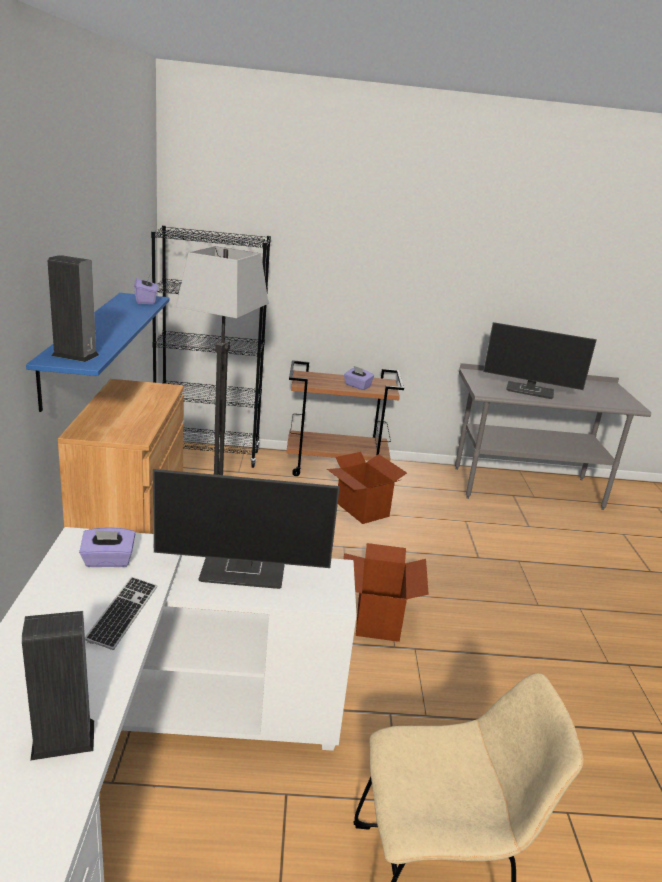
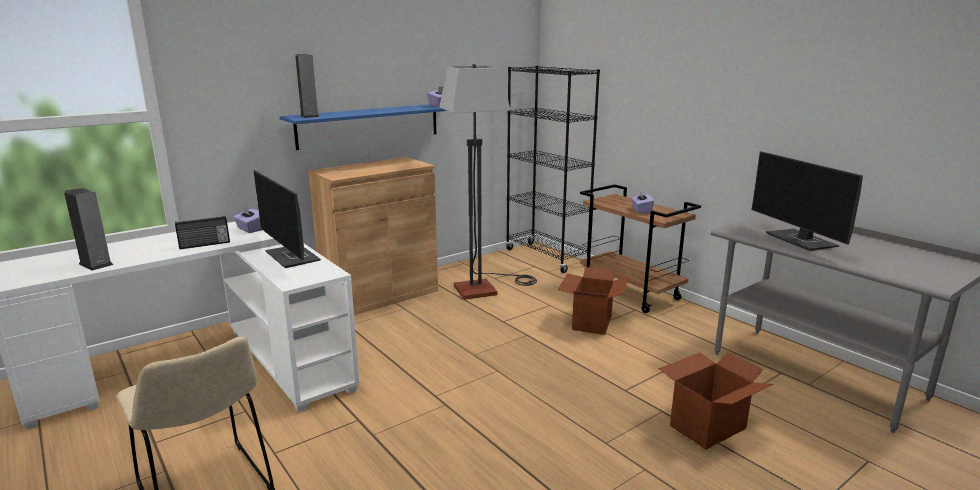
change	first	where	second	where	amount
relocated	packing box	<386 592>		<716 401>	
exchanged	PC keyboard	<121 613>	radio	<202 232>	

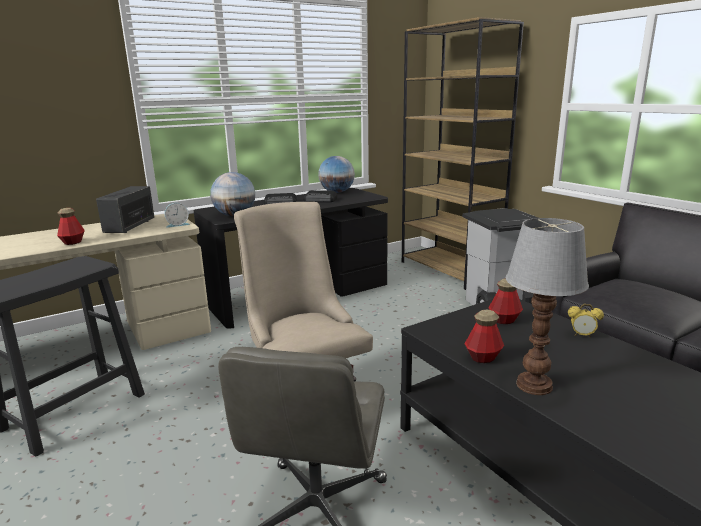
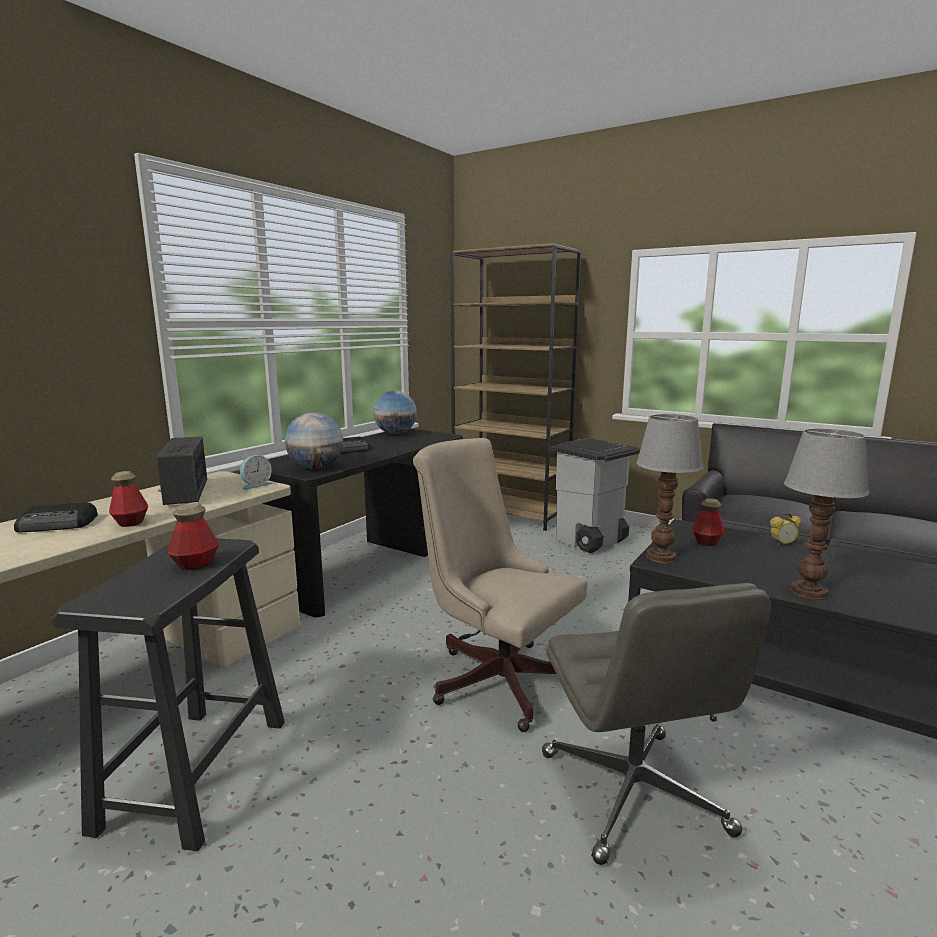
change	first	where	second	where	amount
appeared			lamp for a table	<670 488>	
relocated	radio	<320 196>		<56 517>	
relocated	bottle	<484 336>		<193 536>	

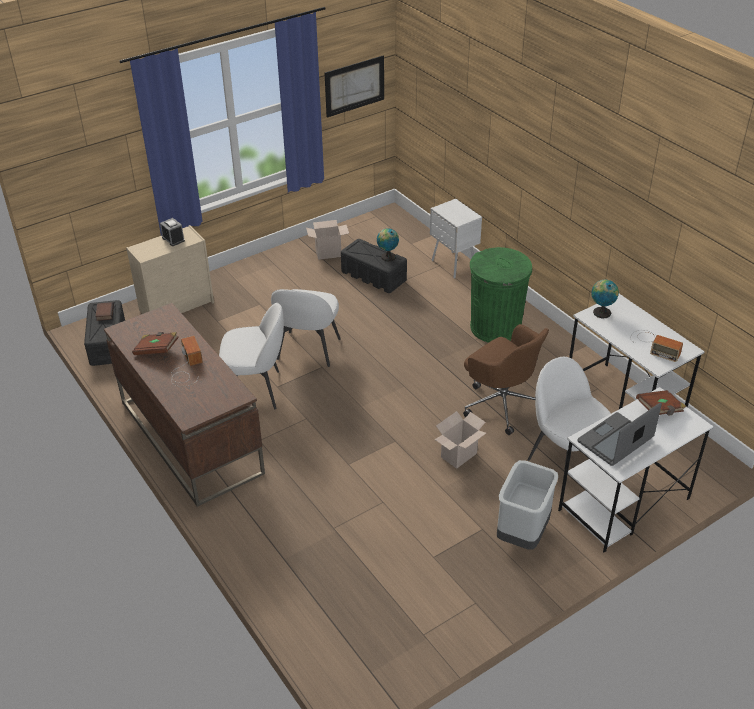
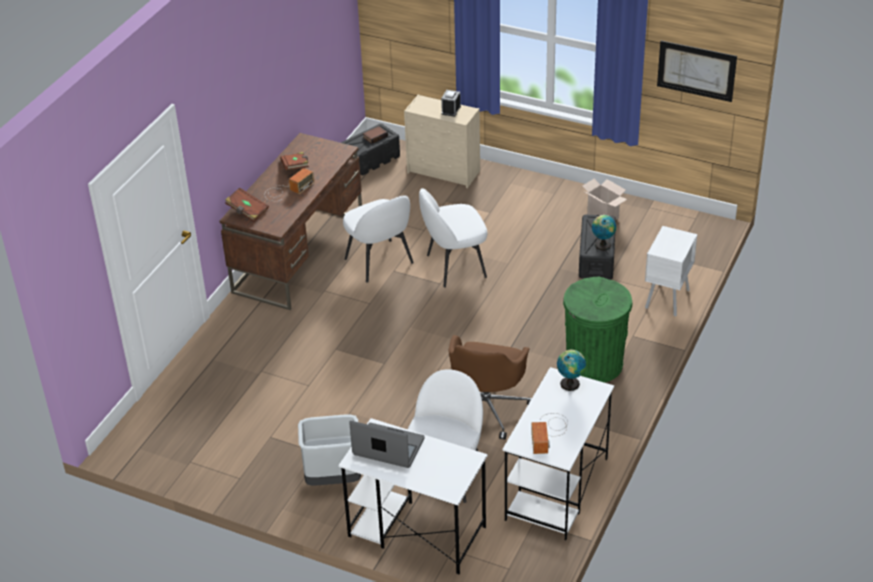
change	first	where	second	where	amount
missing	packing box	<460 440>			
relocated	bound book/brownish	<661 403>		<247 204>	

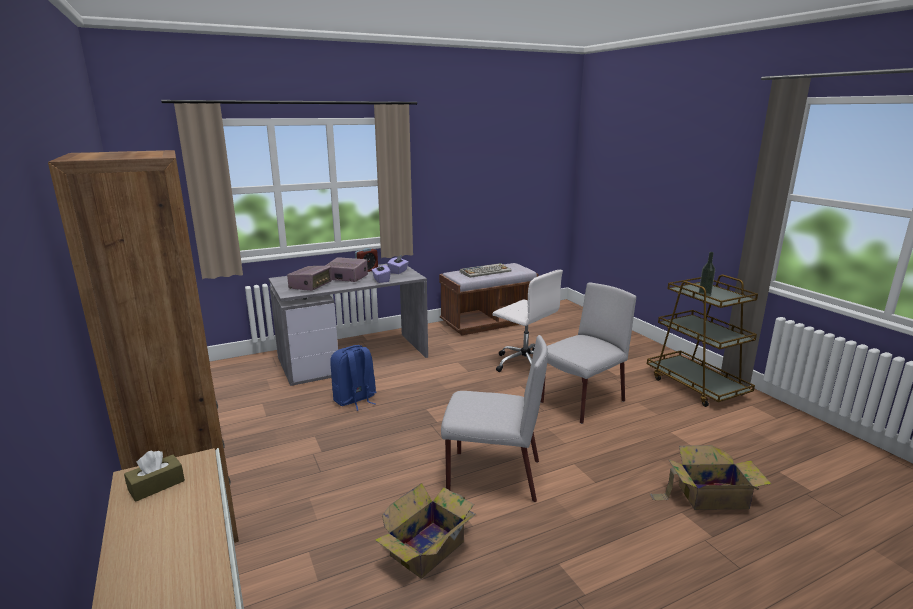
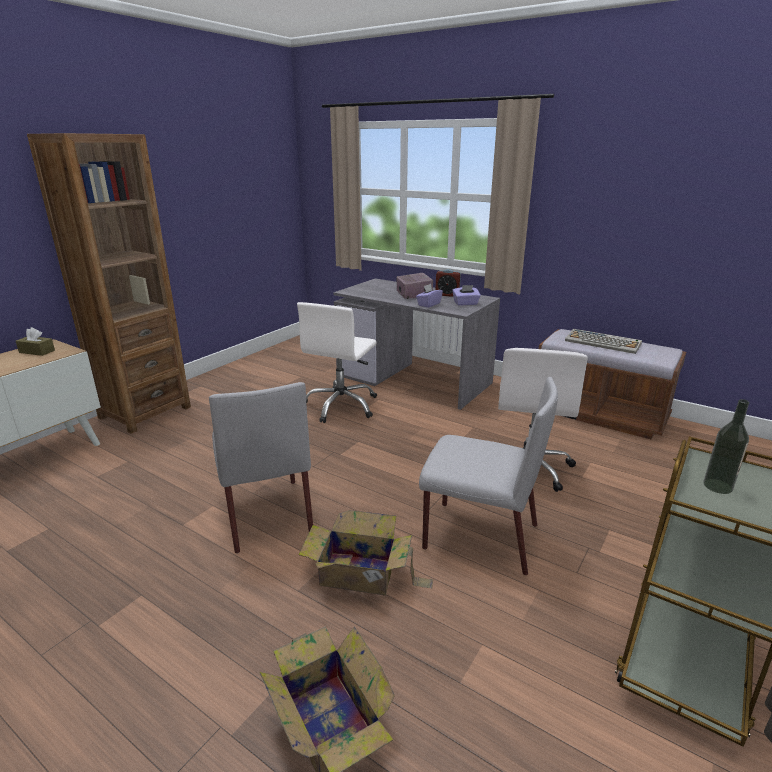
change	first	where	second	where	amount
missing	radio	<309 278>			
relocated	packing box	<425 531>		<365 552>	
exchanged	backpack/bluish	<353 378>	desk chair/whitish	<337 362>	

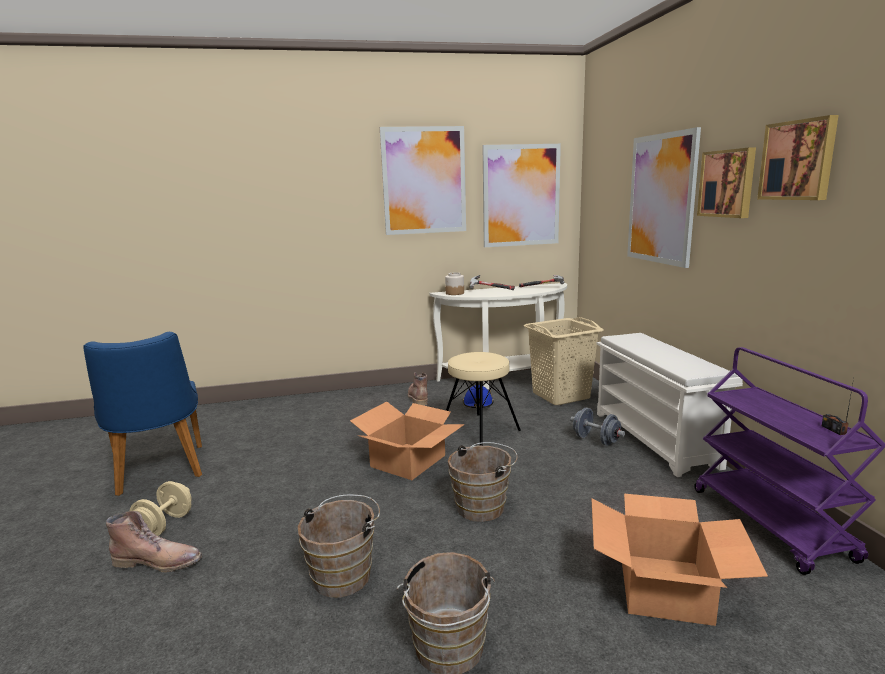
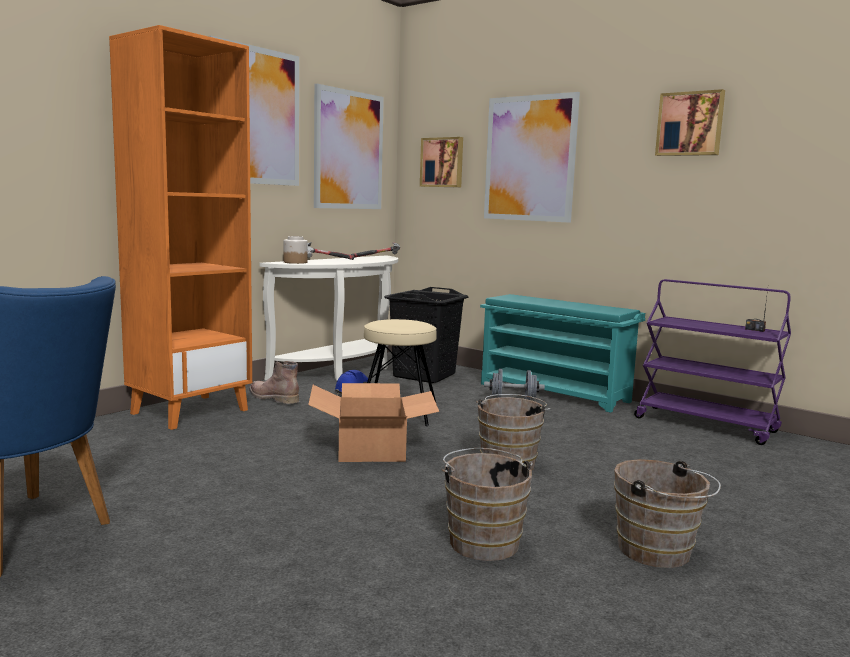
change	first	where	second	where	amount
missing	high-top boot/brownish	<154 542>			
missing	free weight/beige	<161 508>			
missing	packing box	<680 560>			
appeared			bookcase/orange	<180 227>	
relocated	picture	<726 182>		<441 162>	
colour	hamper/beige	<564 361>	hamper/blackish	<426 335>	
colour	shoe stand/whitish	<669 405>	shoe stand/turquoise-coloured	<562 353>	

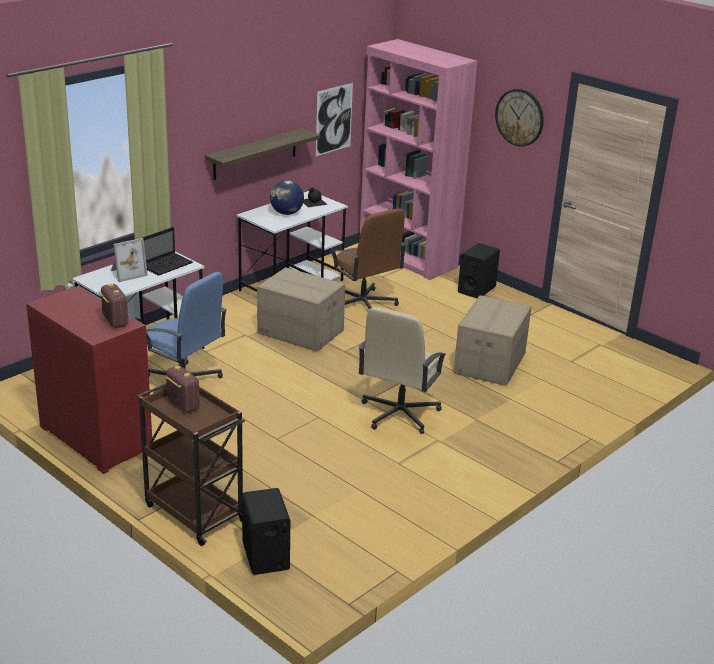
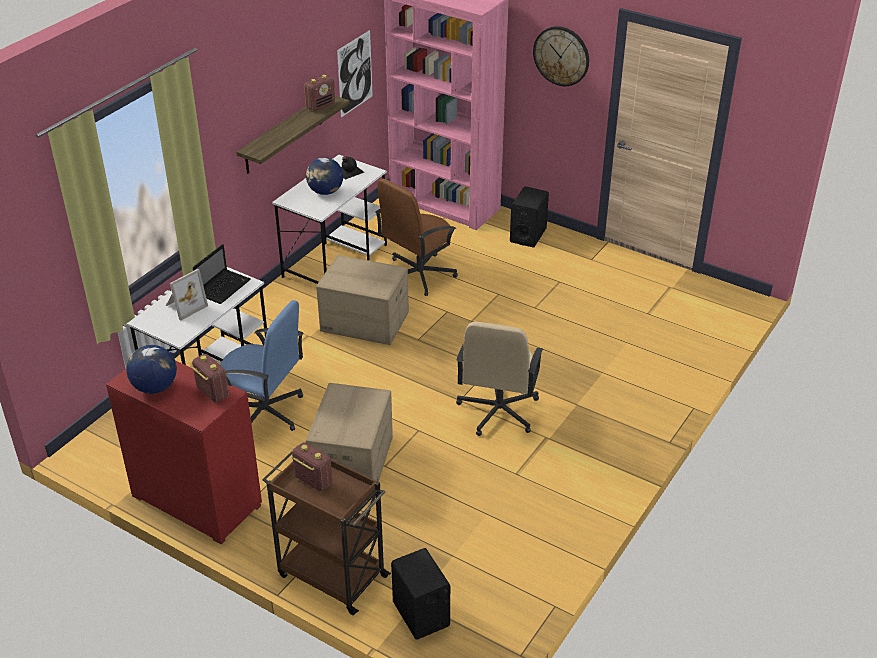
change	first	where	second	where	amount
appeared			desk globe	<151 369>	
appeared			radio	<319 93>	
relocated	packing box	<492 340>		<349 432>	
spun	desk chair/brownish	<368 259>		<416 237>	90 degrees clockwise

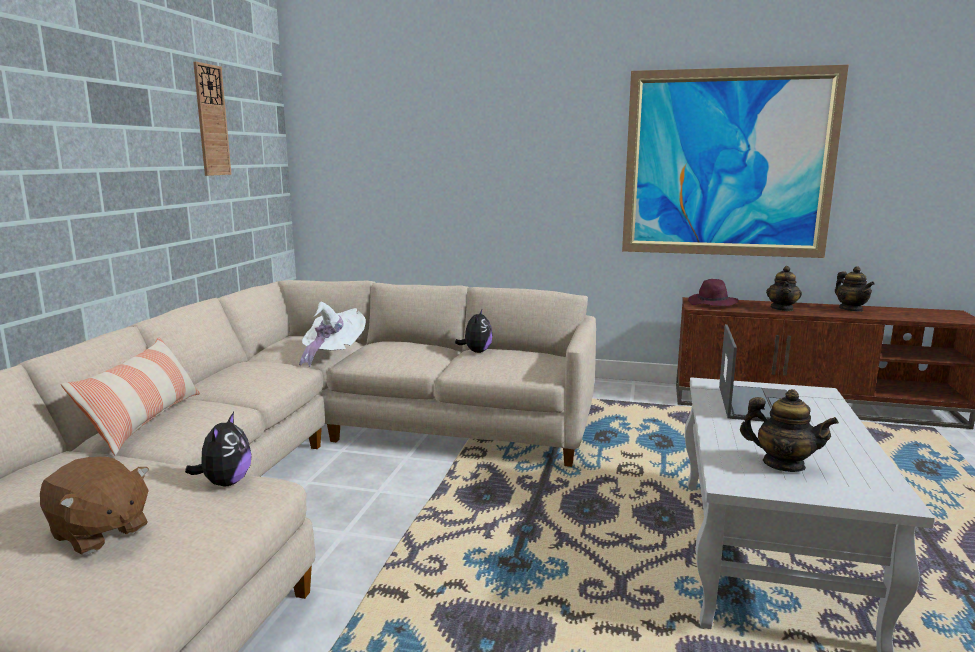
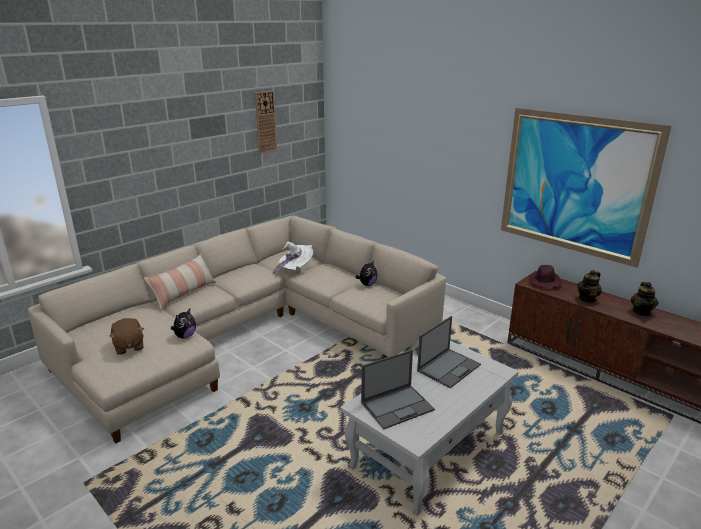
change	first	where	second	where	amount
exchanged	pot for tea	<789 430>	notebook computer	<398 389>	

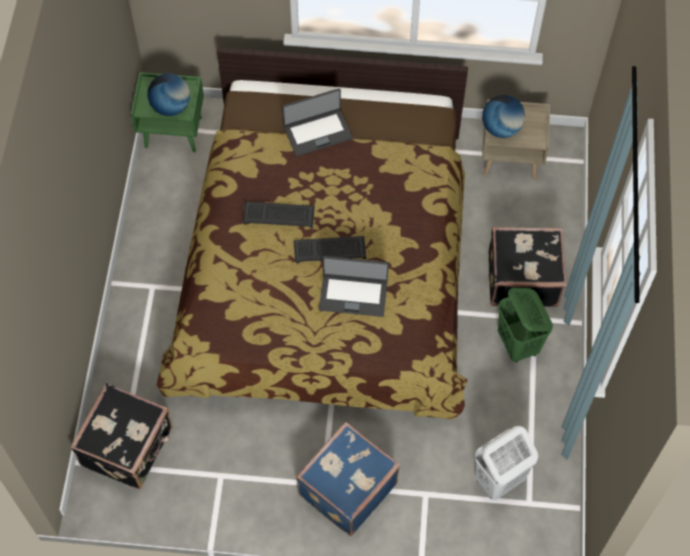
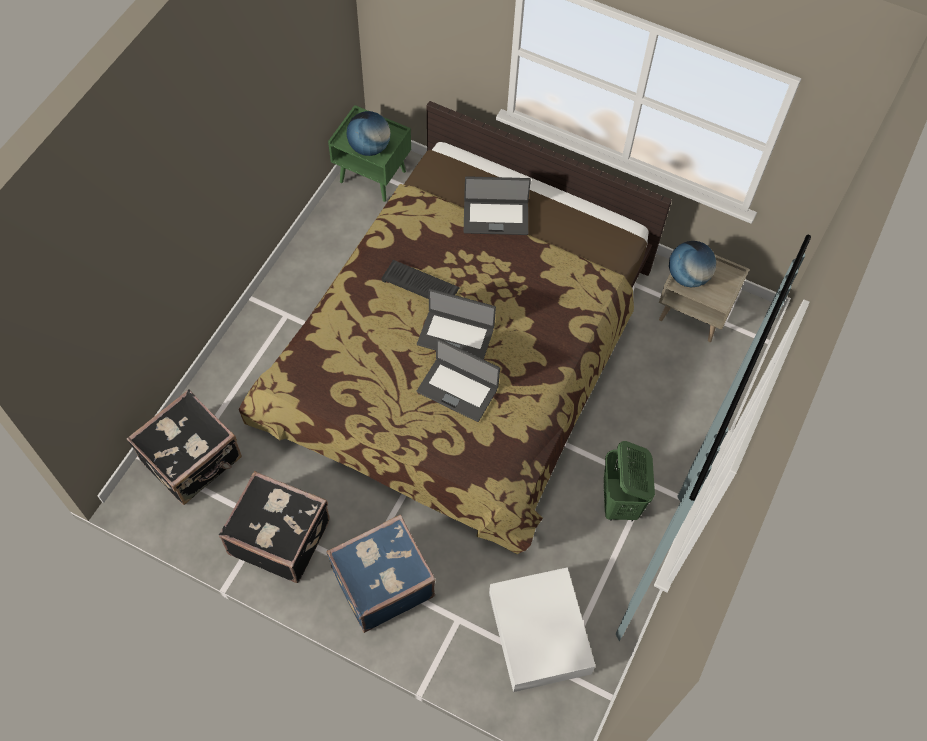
change	first	where	second	where	amount
relocated	travel case/blackish	<527 267>		<274 527>	
exchanged	PC keyboard	<330 249>	notebook computer	<456 324>	
exchanged	hamper/whitish	<506 463>	storage container/whitish	<542 629>	

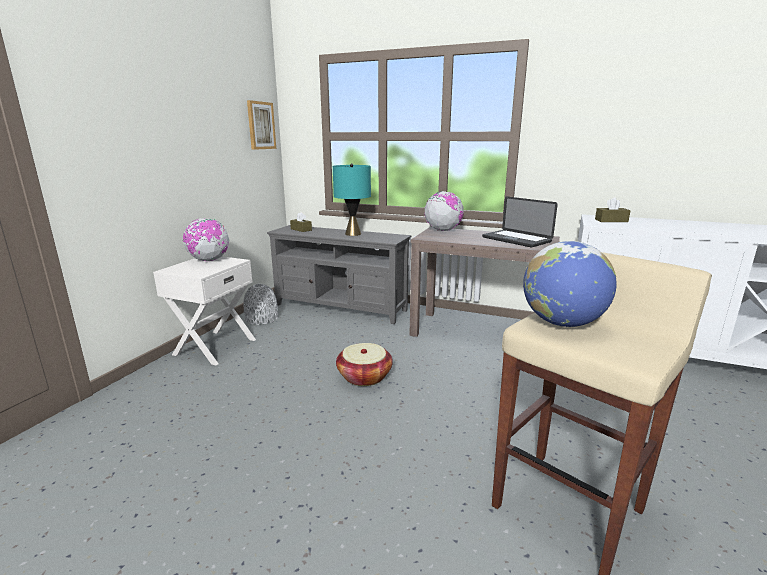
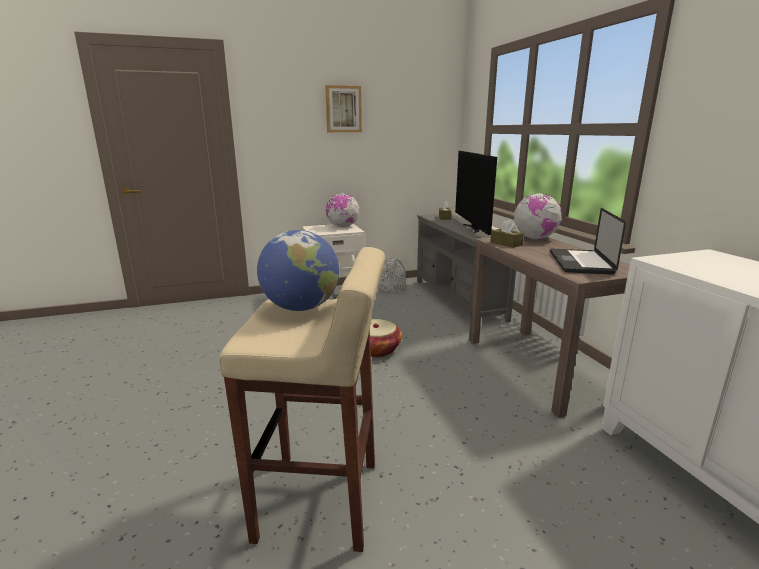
change	first	where	second	where	amount
relocated	picture	<261 125>		<343 108>	
relocated	box of tissues/brownish	<613 209>		<507 234>	
exchanged	lamp for a table/turquoise-coloured	<352 199>	TV set	<476 193>	

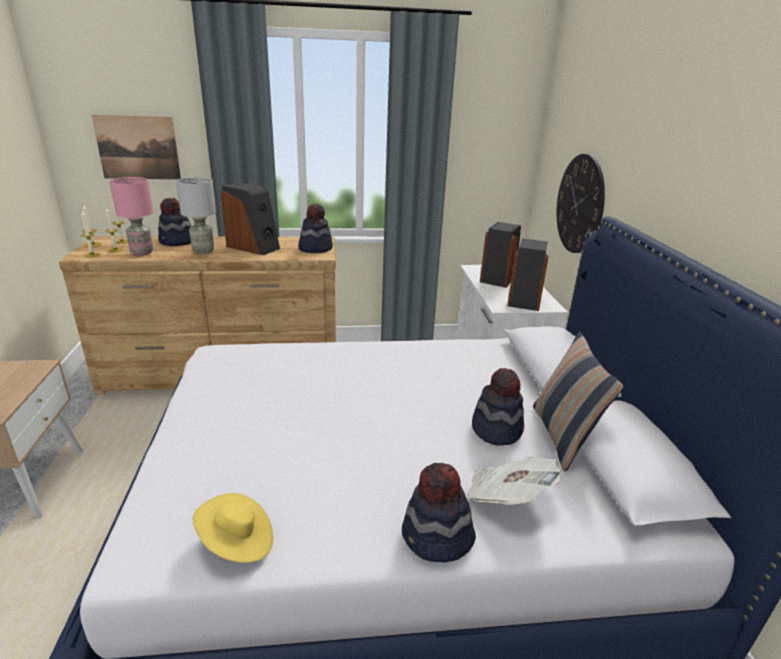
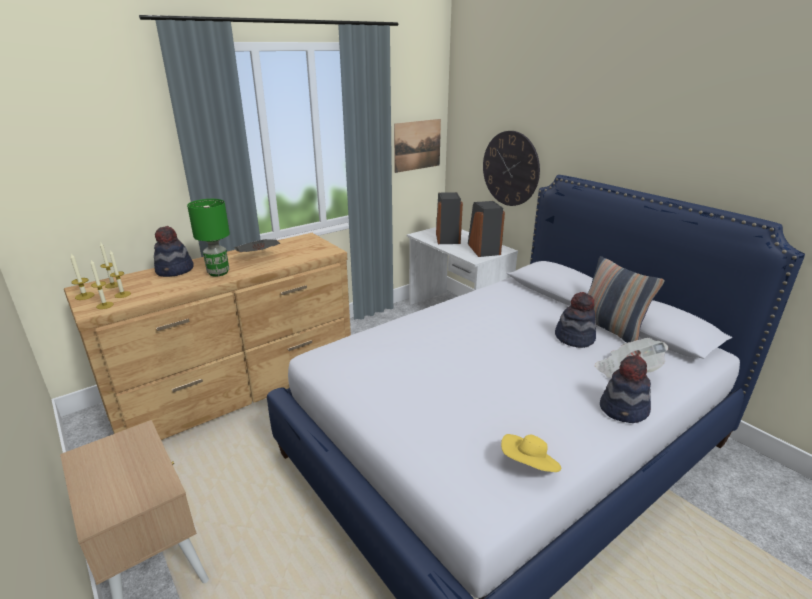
change	first	where	second	where	amount
missing	lamp for a table/pink	<131 216>			
missing	hat	<315 228>			
relocated	picture	<136 147>		<417 146>	
exchanged	speaker	<250 218>	printed paper	<257 245>	
colour	lamp for a table/grey	<196 215>	lamp for a table/greenish	<208 237>	

